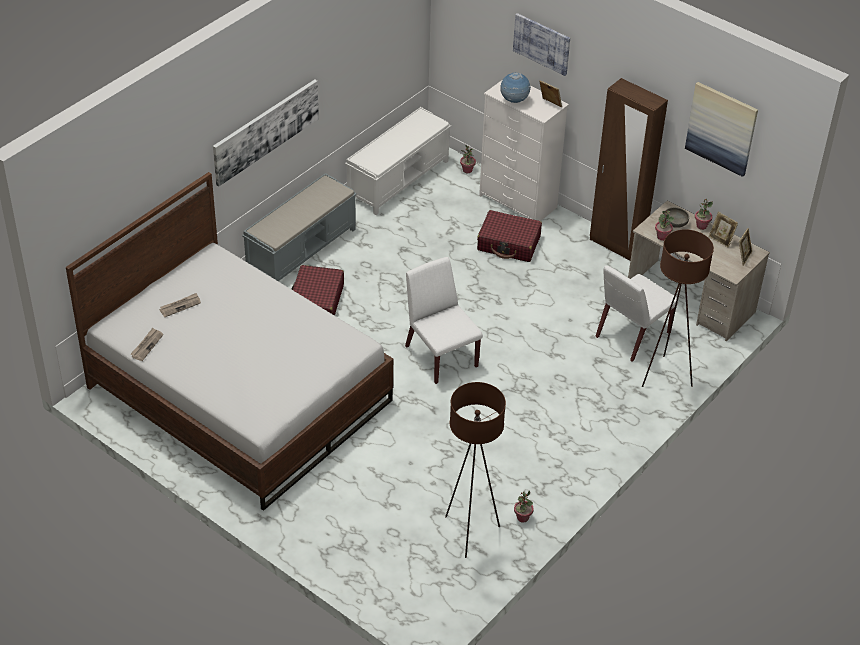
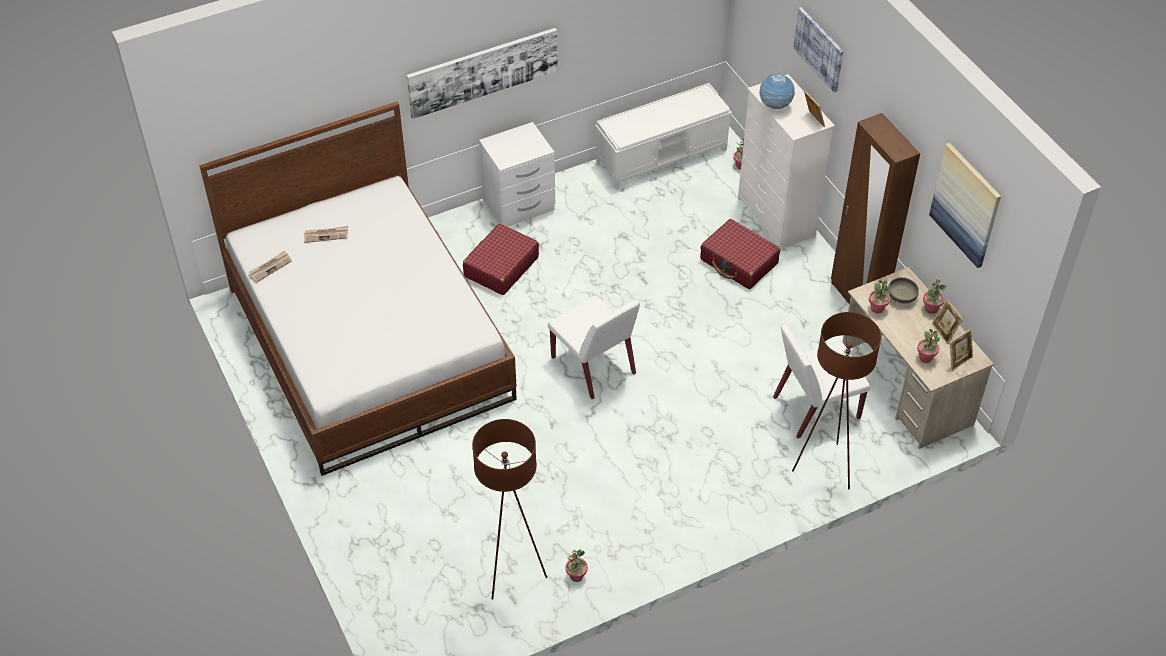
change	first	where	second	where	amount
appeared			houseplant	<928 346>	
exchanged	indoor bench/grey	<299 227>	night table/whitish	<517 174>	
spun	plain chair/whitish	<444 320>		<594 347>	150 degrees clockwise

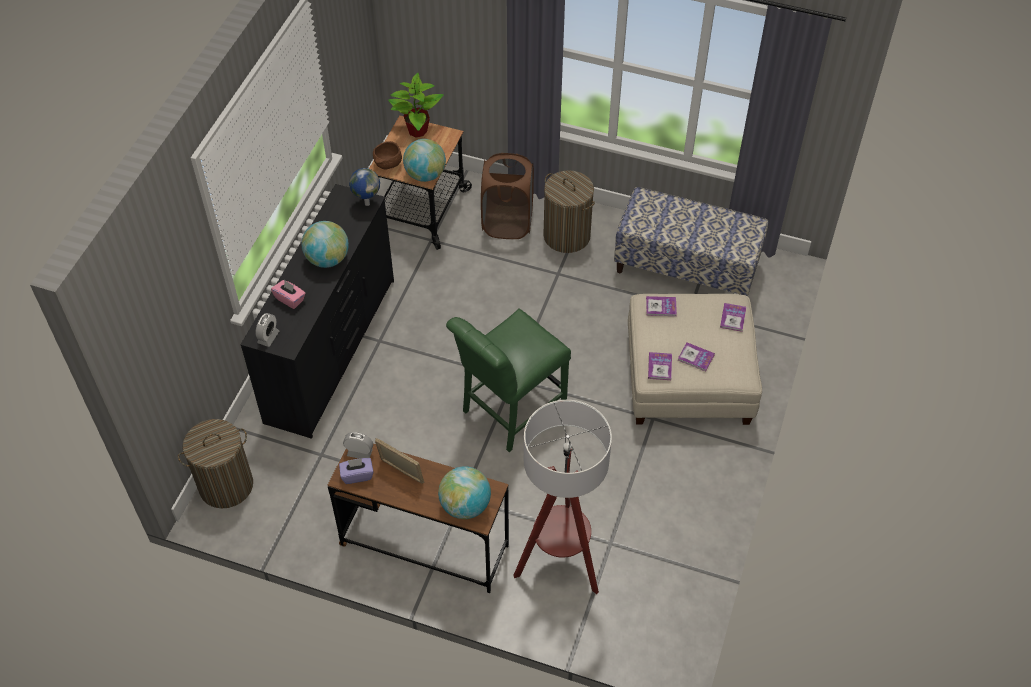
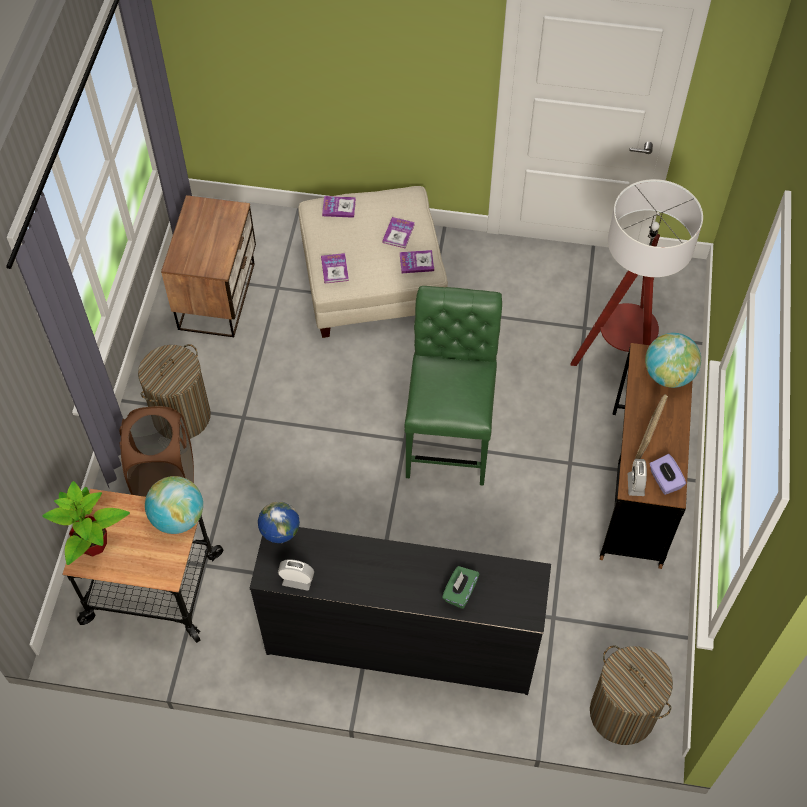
change	first	where	second	where	amount
missing	desk globe	<325 244>			
missing	bowl/brownish	<387 155>			
relocated	alarm clock	<267 330>		<296 575>	
exchanged	indoor bench	<691 241>	night table	<208 266>	
colour	box of tissues/pink	<288 294>	box of tissues/greenish	<460 587>	
spun	plain chair/greenish	<508 380>		<453 386>	120 degrees counterclockwise

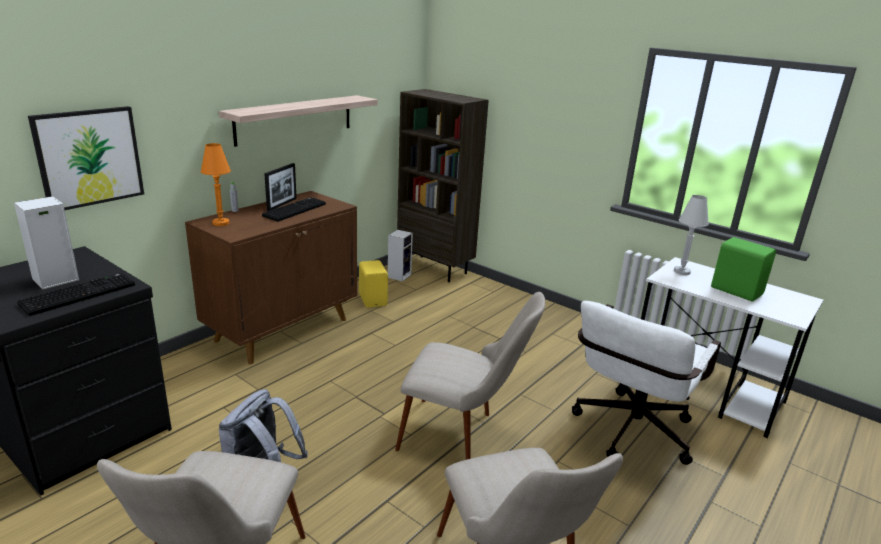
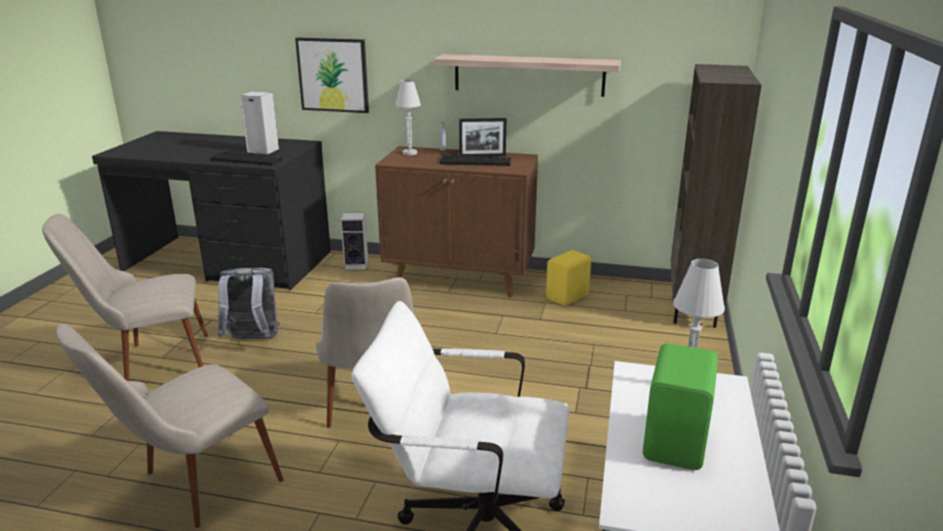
change	first	where	second	where	amount
relocated	speaker	<400 255>		<354 241>	
colour	lamp for a table/orange	<216 184>	lamp for a table/whitish	<408 117>	

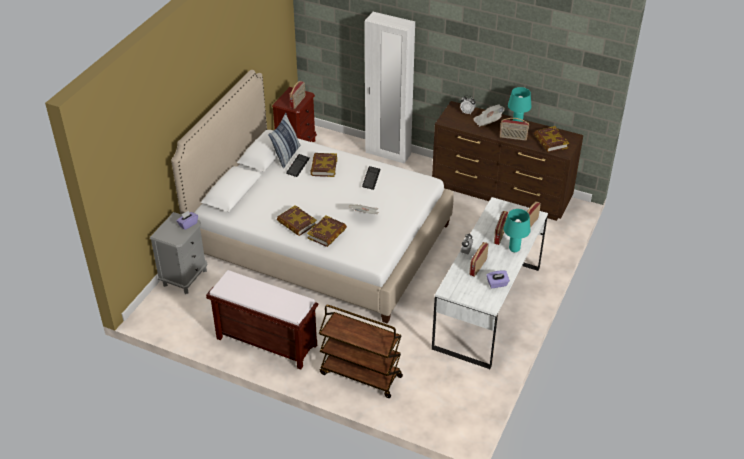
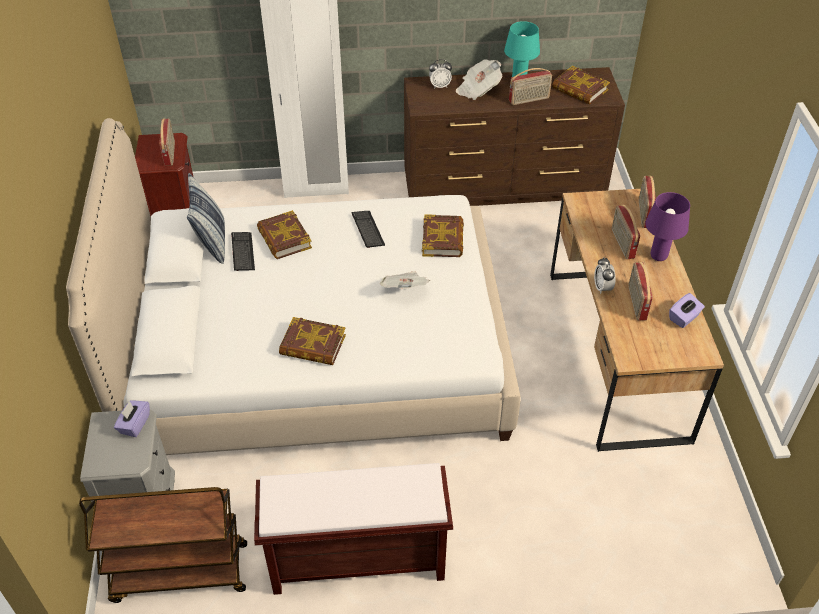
change	first	where	second	where	amount
relocated	bound book	<327 231>		<443 235>	
relocated	cart/brownish	<361 351>		<163 545>	
colour	desk table/whitish	<490 283>	desk table/brownish	<637 320>	
colour	lamp for a table/turquoise-coloured	<517 230>	lamp for a table/purplish	<667 226>	

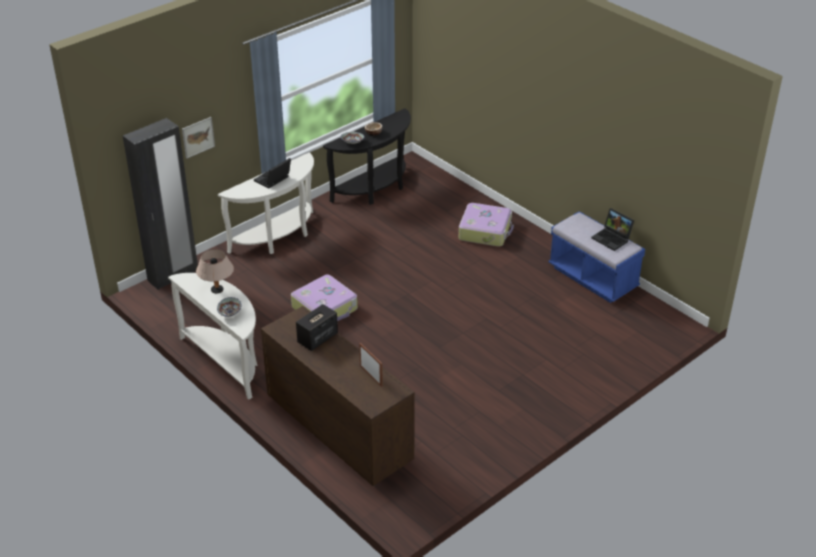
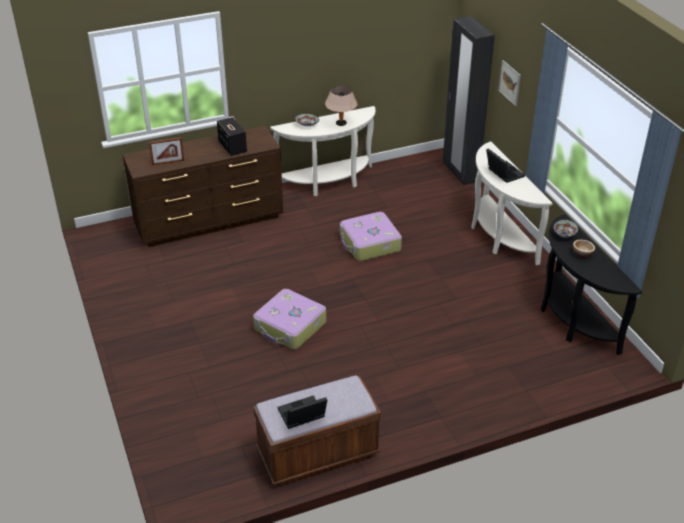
change	first	where	second	where	amount
relocated	travel case	<486 224>		<289 319>	
colour	indoor bench/bluish	<596 257>	indoor bench/brownish	<317 430>	

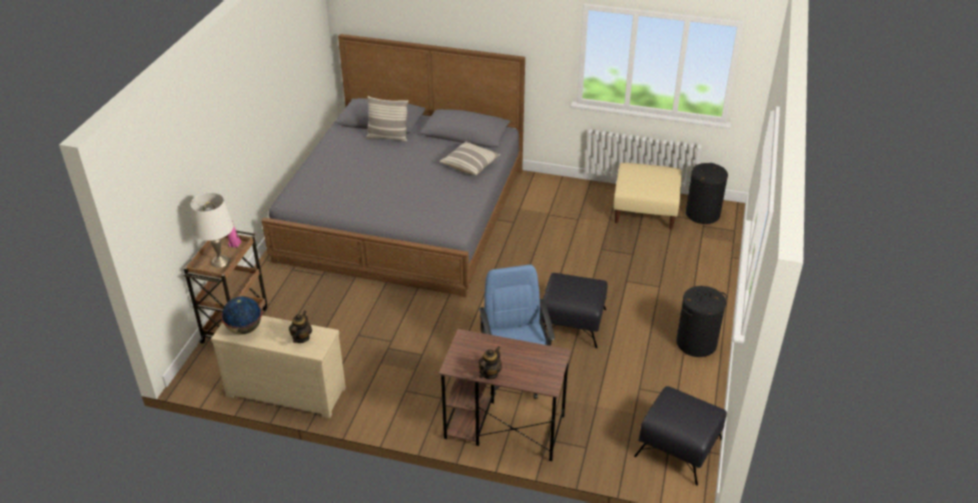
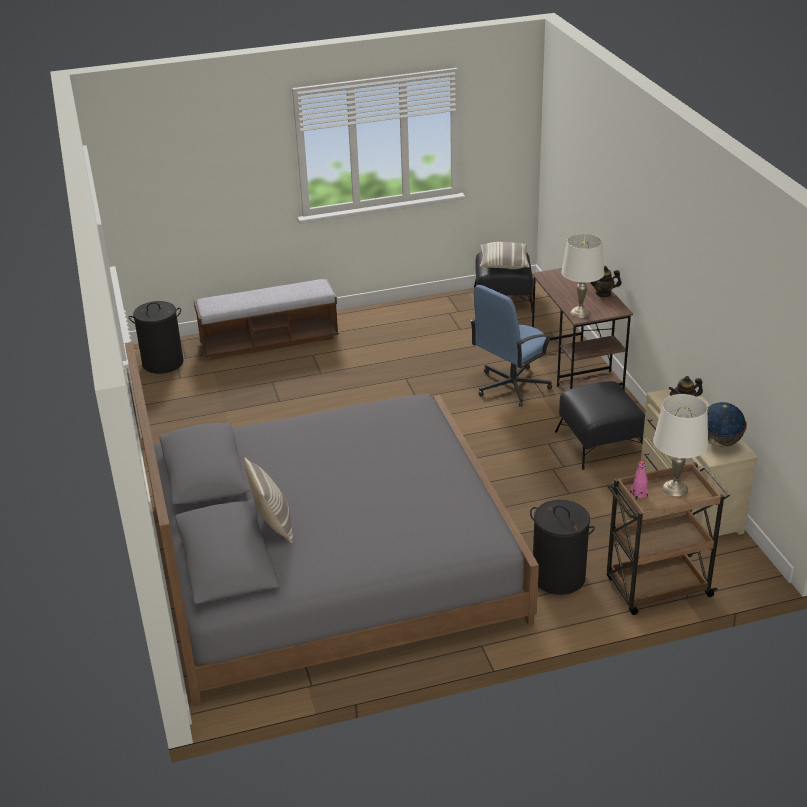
change	first	where	second	where	amount
missing	ottoman/beige	<648 196>			
appeared			indoor bench	<266 319>	
appeared			lamp for a table/whitish	<582 276>	
relocated	throw pillow	<470 158>		<504 255>	
relocated	ottoman/blackish	<575 310>		<600 425>	
relocated	hamper/blackish	<701 321>		<562 547>	

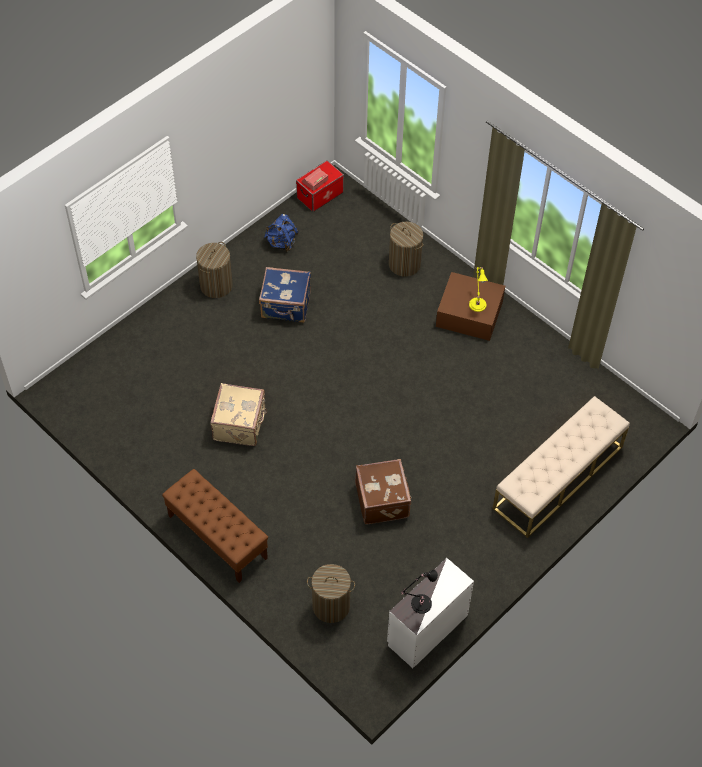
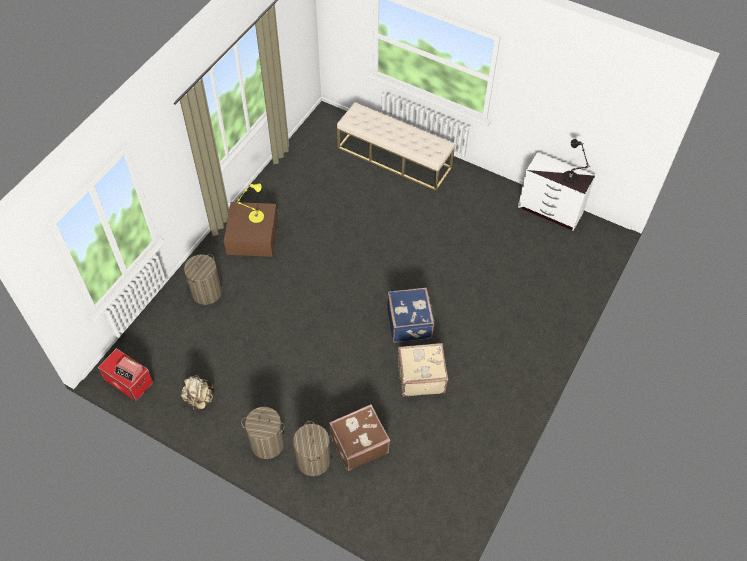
change	first	where	second	where	amount
missing	indoor bench/brownish	<215 526>			
relocated	travel case/bluish	<285 295>		<411 315>	
relocated	hamper	<331 593>		<311 448>	
relocated	travel case/brownish	<383 492>		<359 437>	
colour	backpack/bluish	<281 233>	backpack/beige	<197 392>	

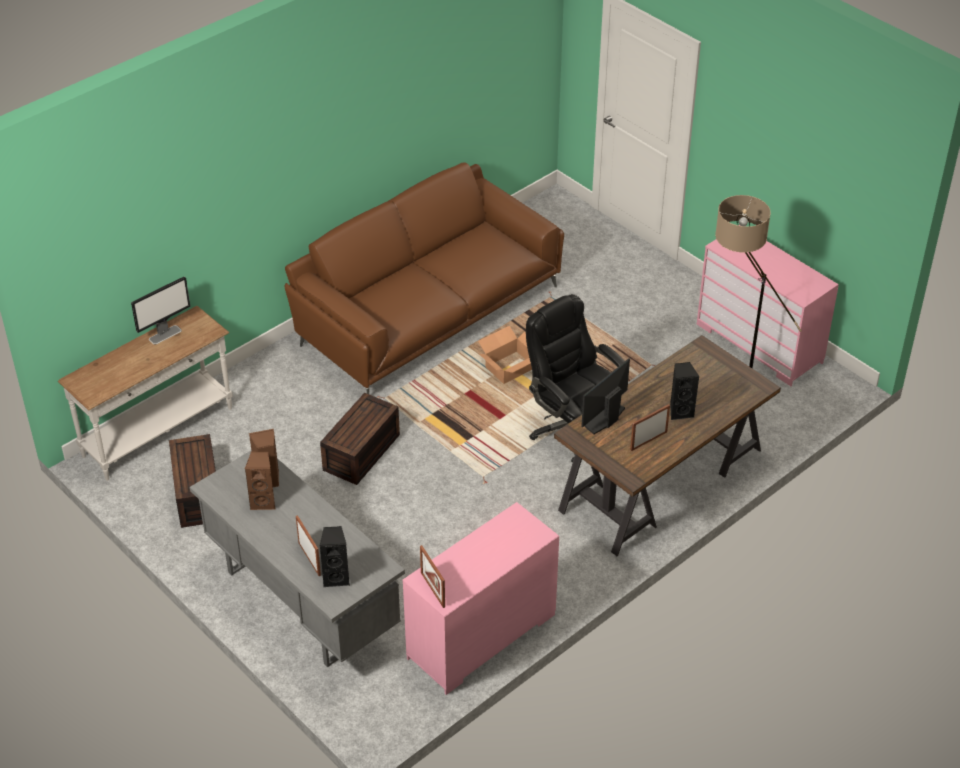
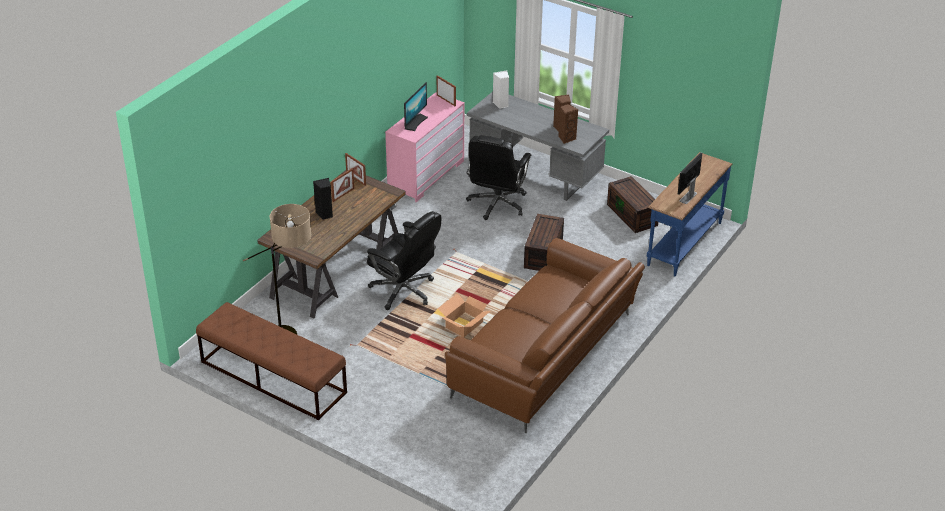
change	first	where	second	where	amount
appeared			desk chair/blackish	<498 177>	
relocated	photo frame	<308 545>		<355 169>	
relocated	computer screen	<605 396>		<416 106>	
exchanged	chest of drawers/pink	<768 305>	indoor bench/brownish	<271 361>	
colour	hall table/whitish	<145 393>	hall table/bluish	<689 214>	
colour	speaker/blackish	<335 556>	speaker/whitish	<501 89>	

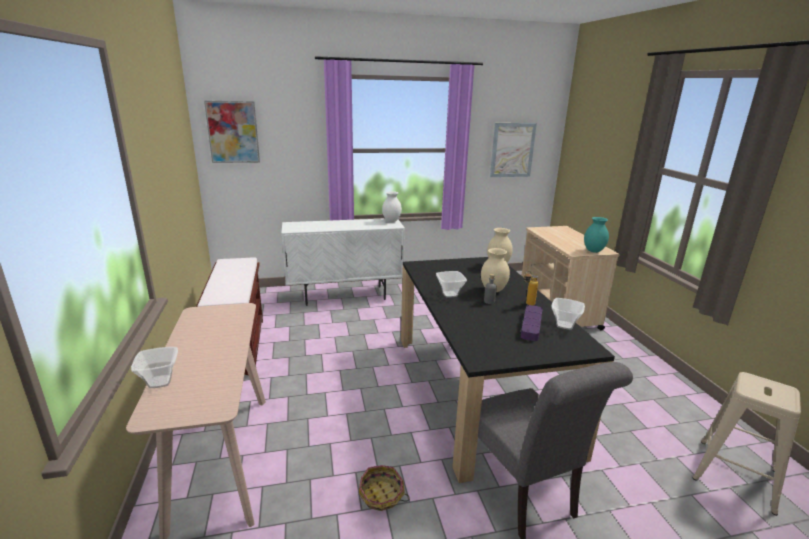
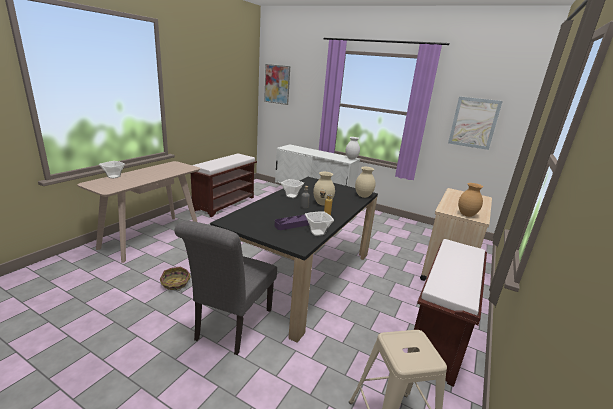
change	first	where	second	where	amount
appeared			indoor bench/brownish	<450 313>	
colour	decorative vase/turquoise-coloured	<596 235>	decorative vase/brownish	<470 200>	

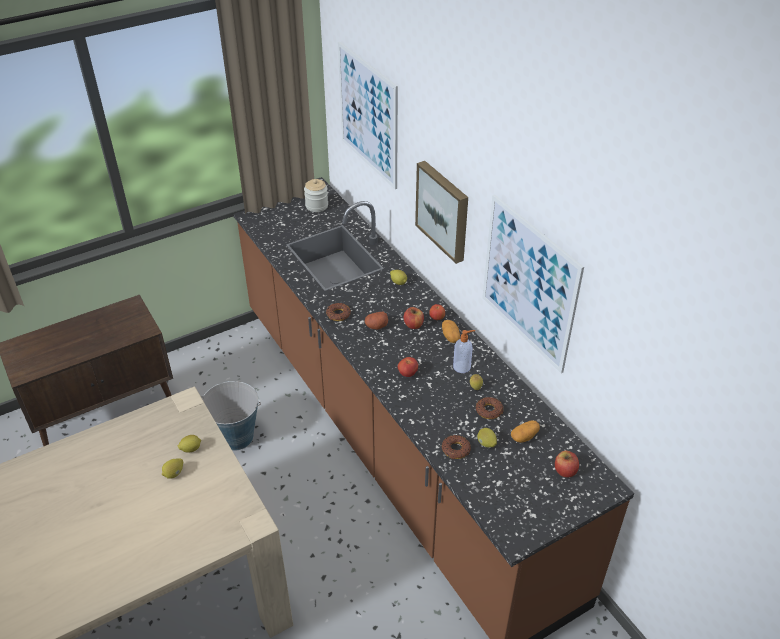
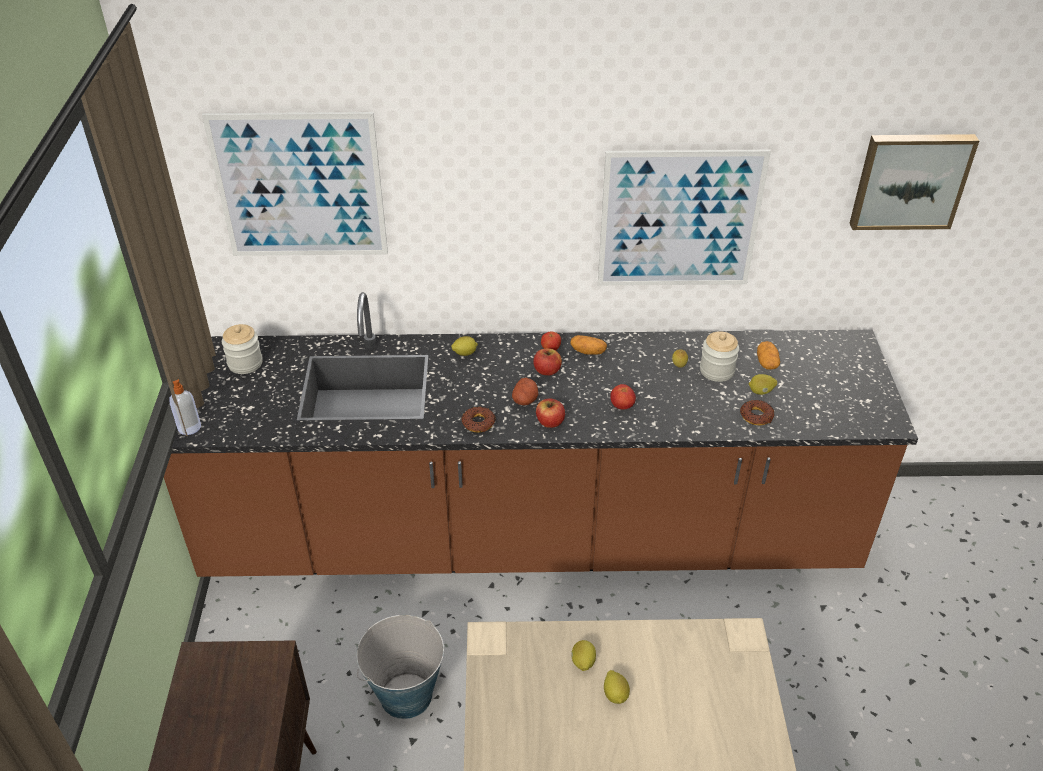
change	first	where	second	where	amount
relocated	picture	<441 212>		<914 182>	
relocated	liquid soap bottle	<464 351>		<185 407>	
relocated	apple	<567 464>		<550 413>	
exchanged	donut	<489 408>	storage jar	<719 356>	

